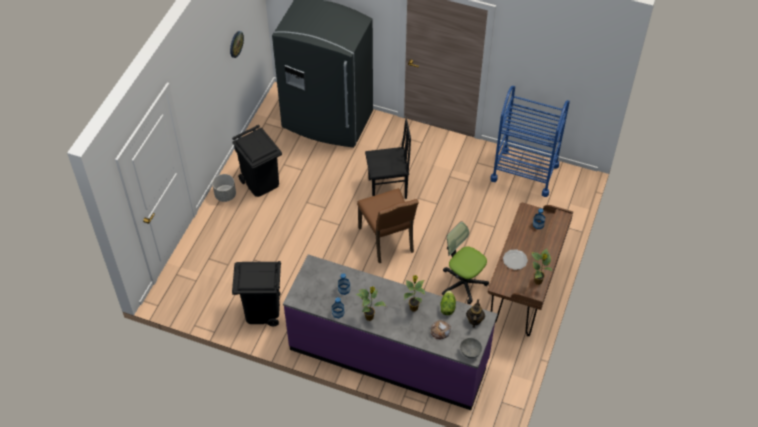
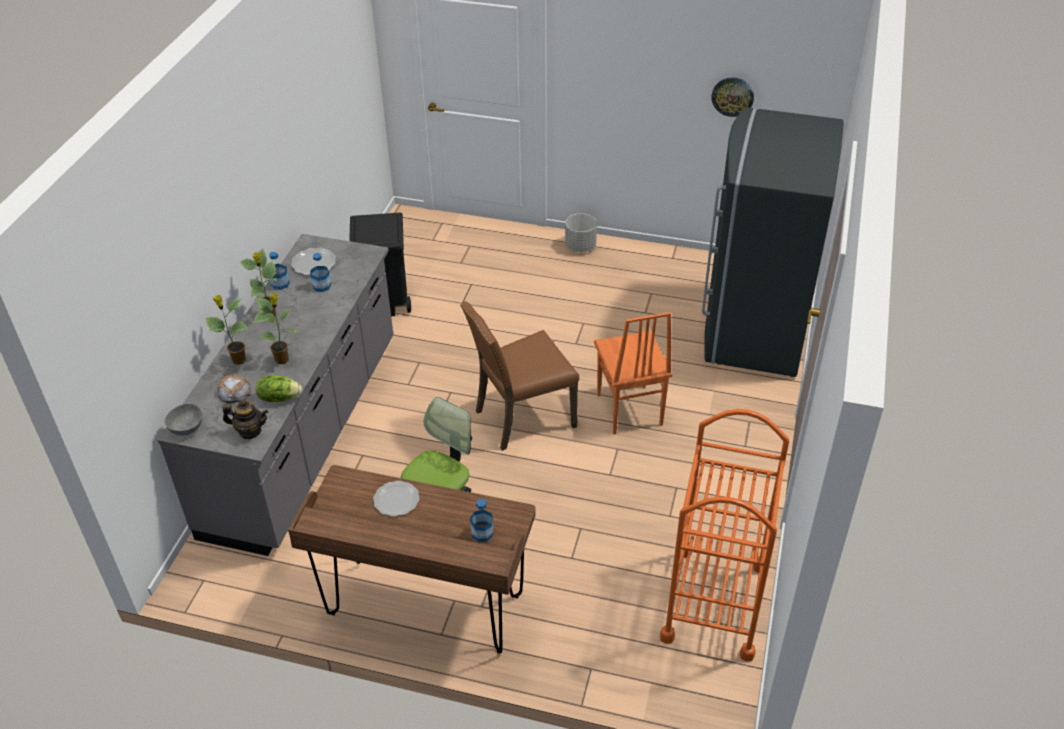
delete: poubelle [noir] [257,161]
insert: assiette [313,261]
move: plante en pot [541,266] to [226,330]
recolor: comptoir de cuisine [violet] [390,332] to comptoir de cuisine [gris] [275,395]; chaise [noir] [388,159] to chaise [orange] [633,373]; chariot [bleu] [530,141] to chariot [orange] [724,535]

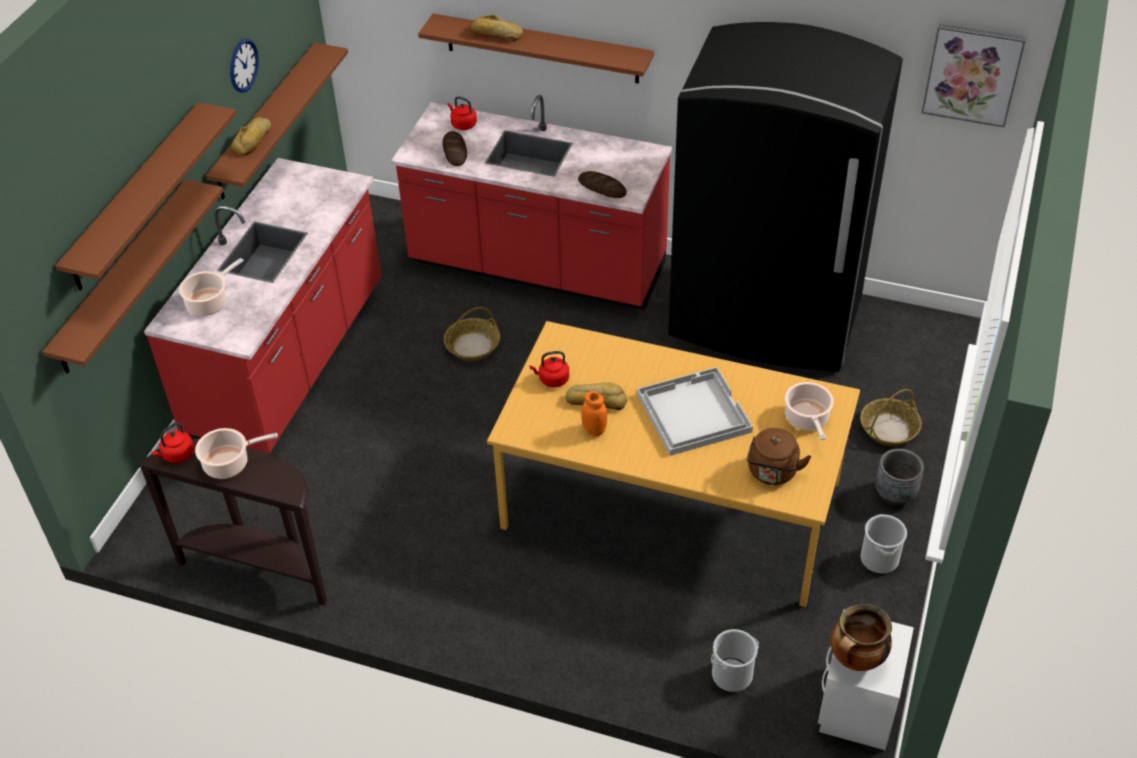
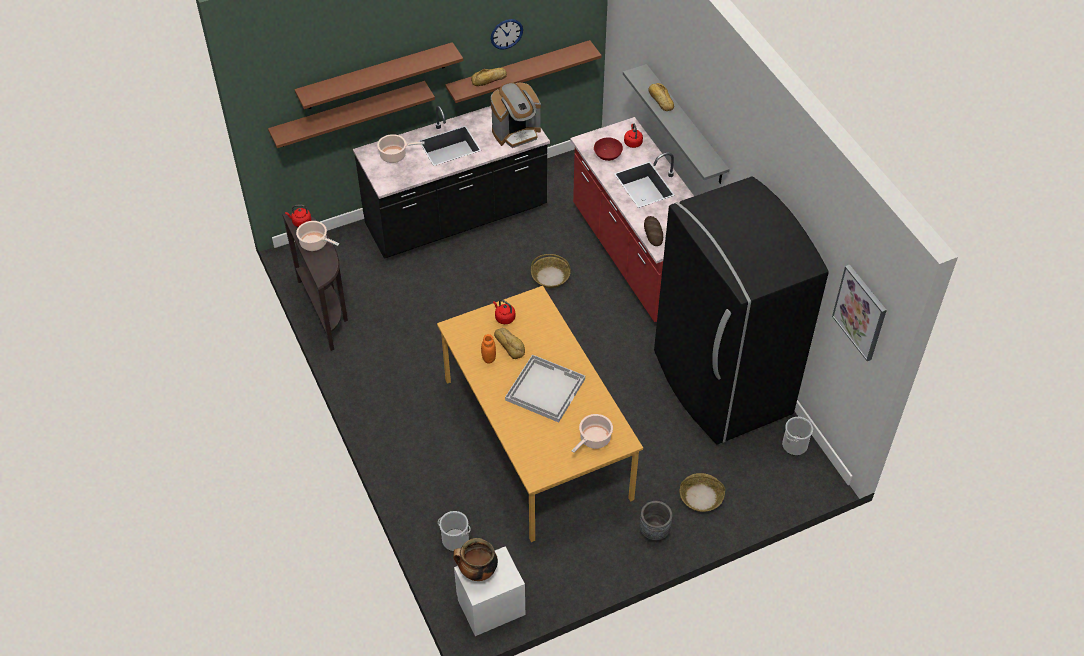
delete: bouilloire [marron] [779,456]
insert: machine à café [516,115]
move: seau [884,544] to [797,436]
replace: pain [454,148] to bol [rouge] [608,149]
recolor: comptoir de cuisine [rouge] [262,305] to comptoir de cuisine [noir] [451,182]; étagère [marron] [536,49] to étagère [gris] [676,124]

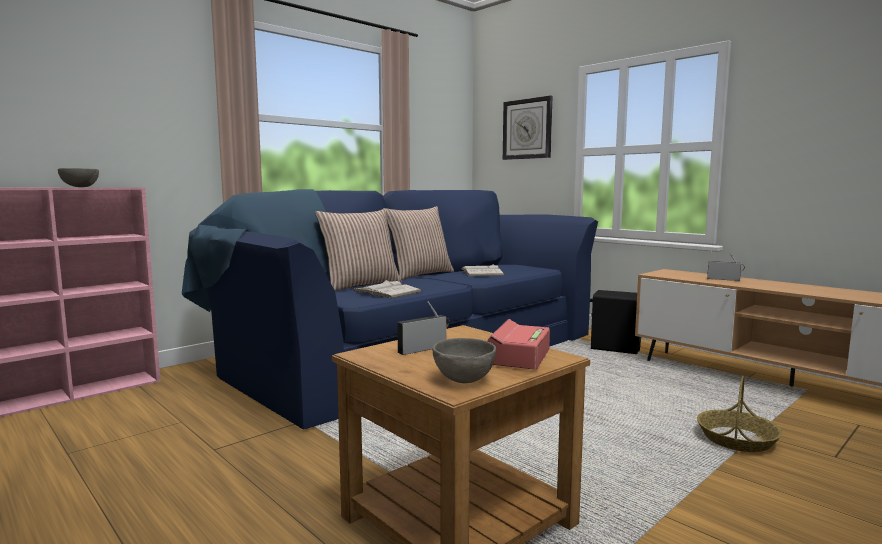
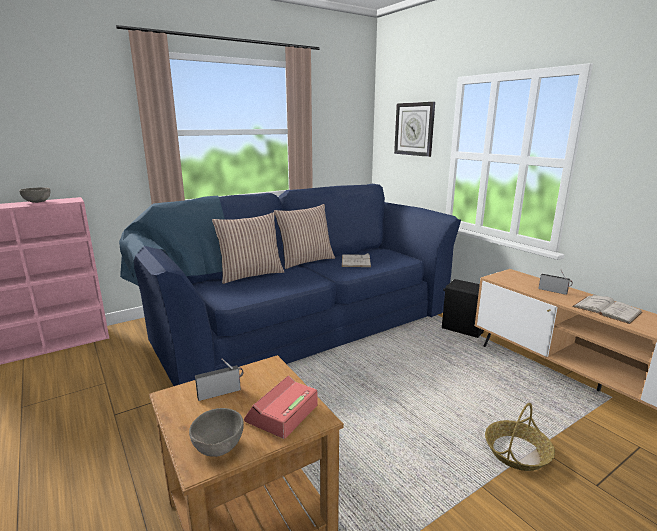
move: livre [blanc] [387,289] to [607,309]

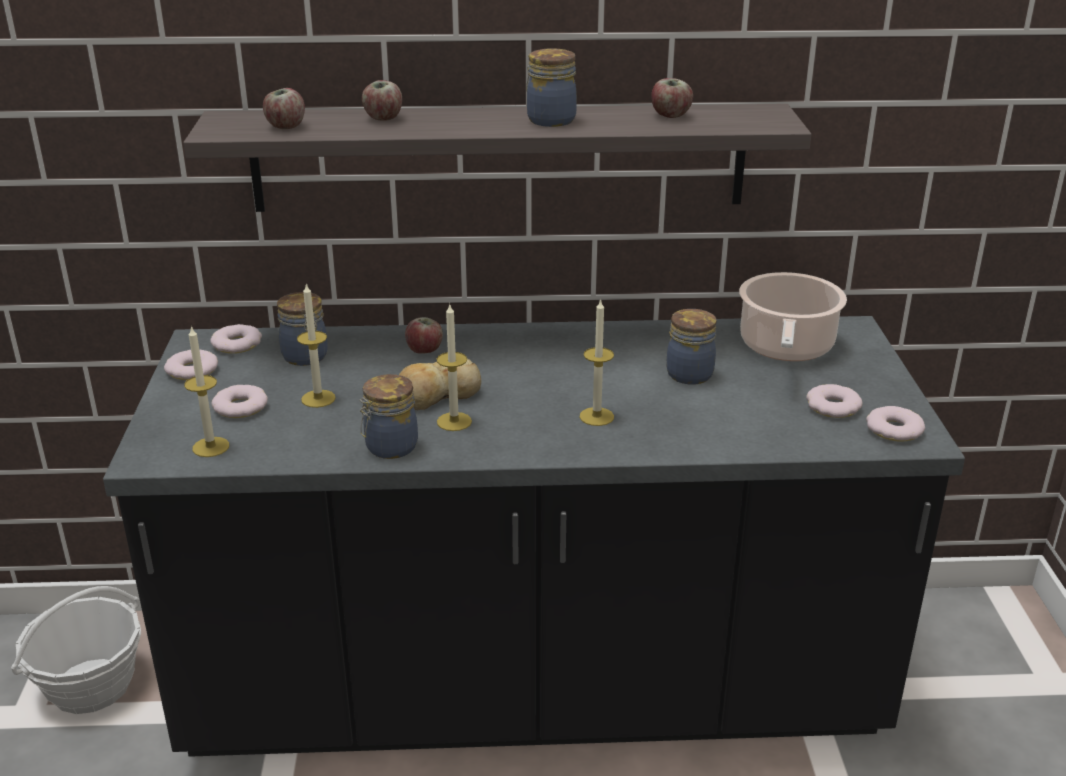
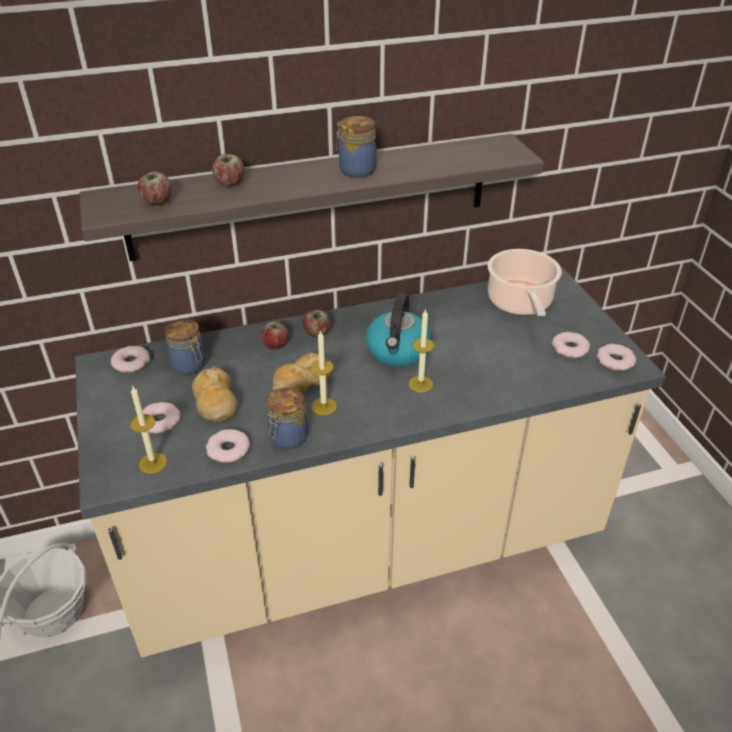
delete: bocal [691,347]
insert: bouilloire [399,330]
move: beignet [191,364] to [228,446]; pomme [672,98] to [317,323]
replace: bougie [316,345] to pain [215,394]
recolor: comptoir de cuisine [noir] [534,536] to comptoir de cuisine [beige] [370,462]

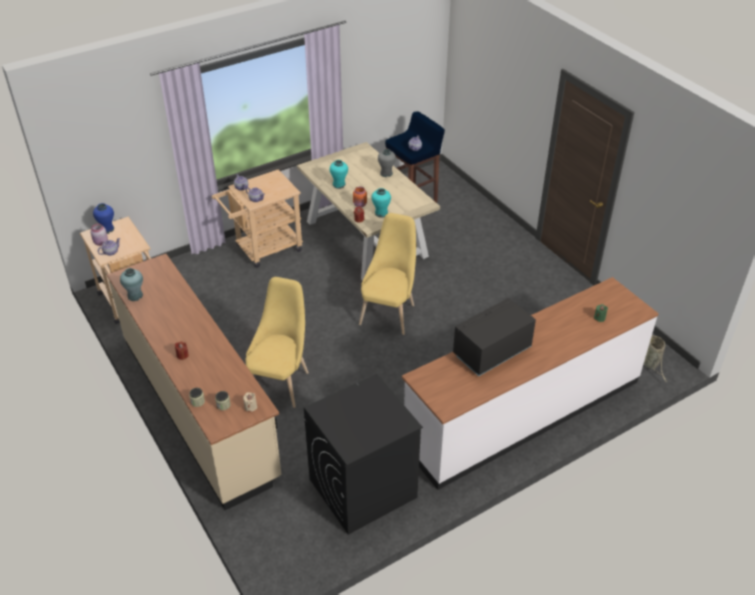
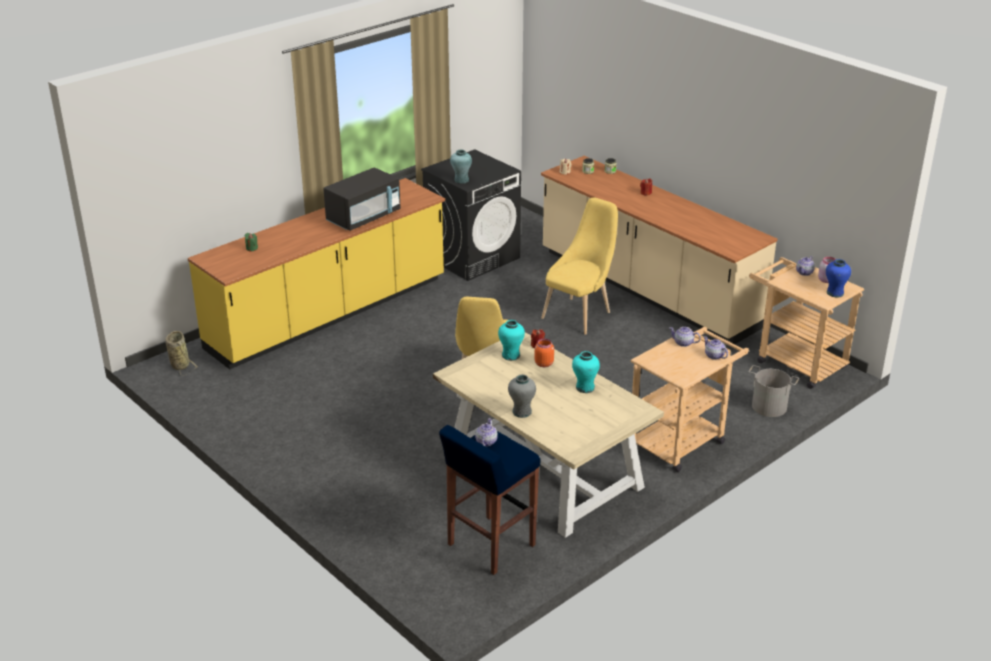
insert: seau [gris] [773,391]
move: vase [turquoise] [131,284] to [461,167]
recolor: comptoir de cuisine [blanc] [530,383] to comptoir de cuisine [jaune] [316,273]
rotate: chaise [jaune] [277,342] = [579,266] 150 degrees counterclockwise

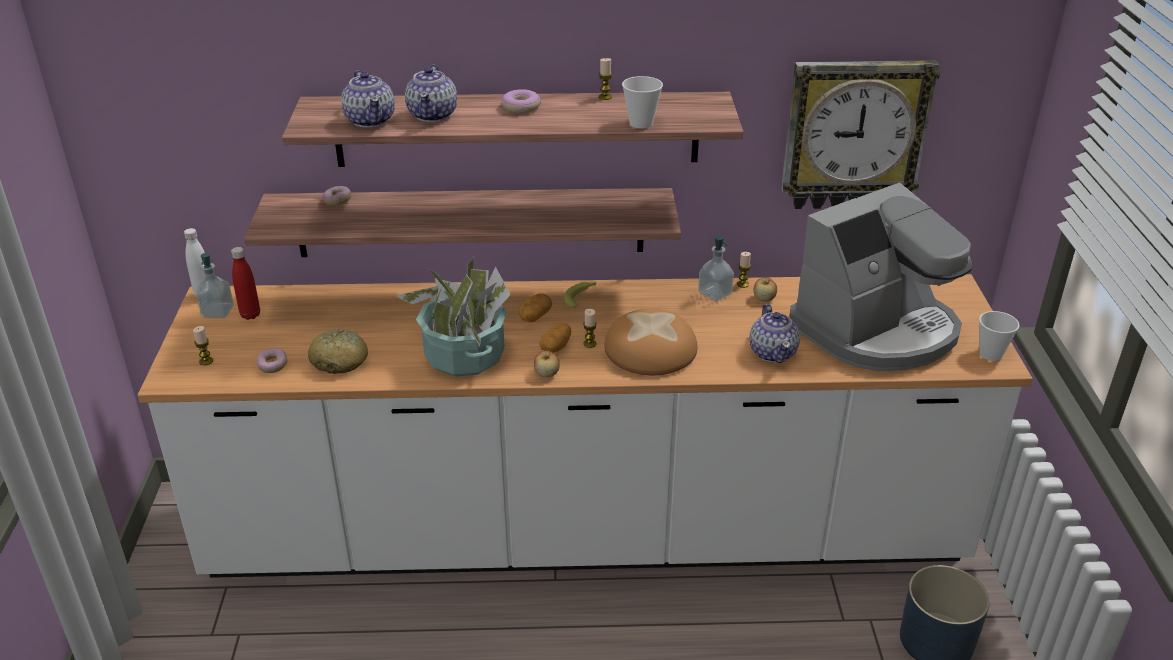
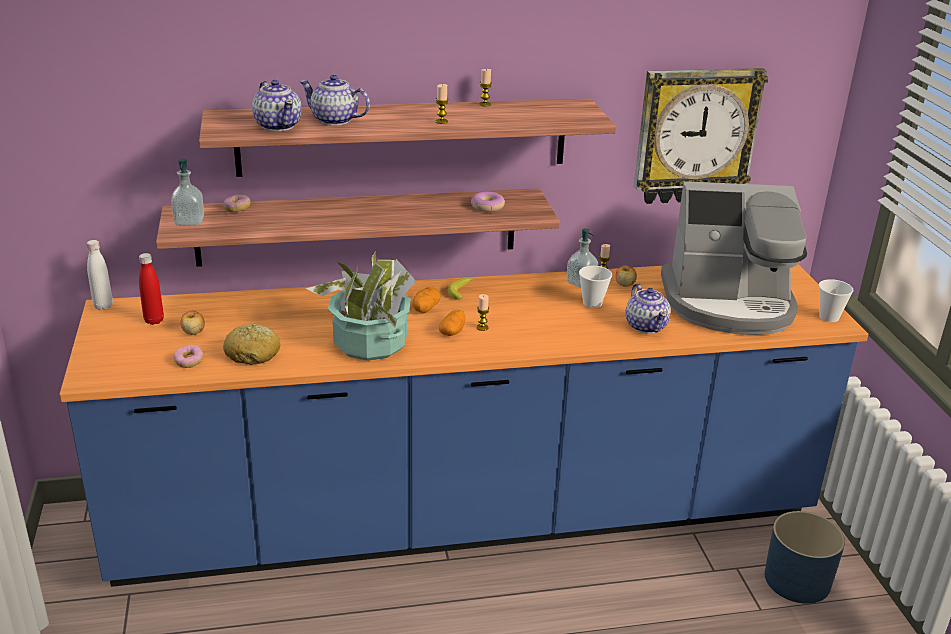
delete: pain [651,342]
move: bougie [203,345] to [441,104]; distributeur de savon [215,285] to [187,192]; beignet [521,101] to [488,202]; pomme [547,364] to [193,323]; tasse [642,102] to [595,287]
recolor: comptoir de cuisine [blanc] [585,426] to comptoir de cuisine [bleu] [464,425]
rotate: théière [431,93] = [334,100] 120 degrees clockwise; machine à café [880,276] = [734,258] 45 degrees clockwise

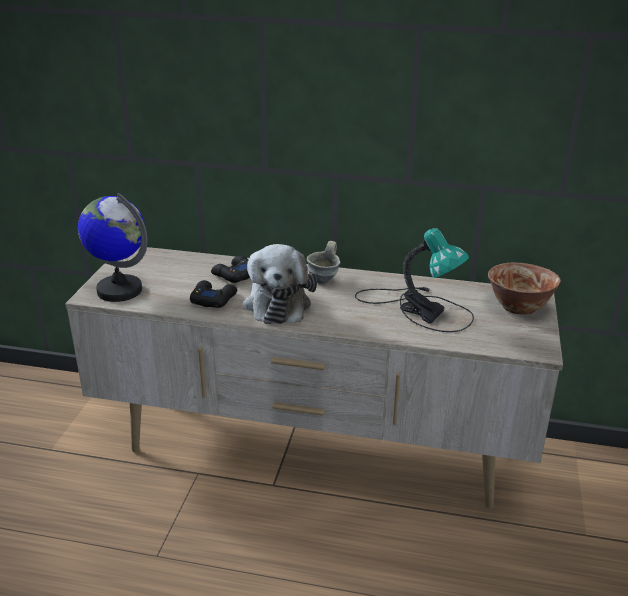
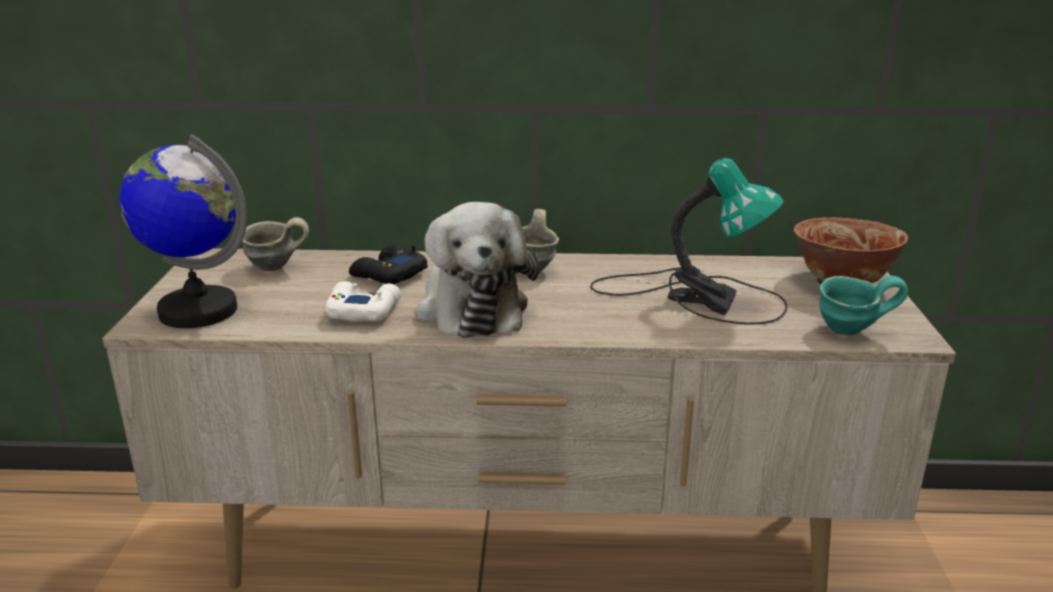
insert: mug [gris] [275,244]; mug [turquoise] [863,305]
recolor: manette [noir] [213,294] to manette [blanc] [363,301]

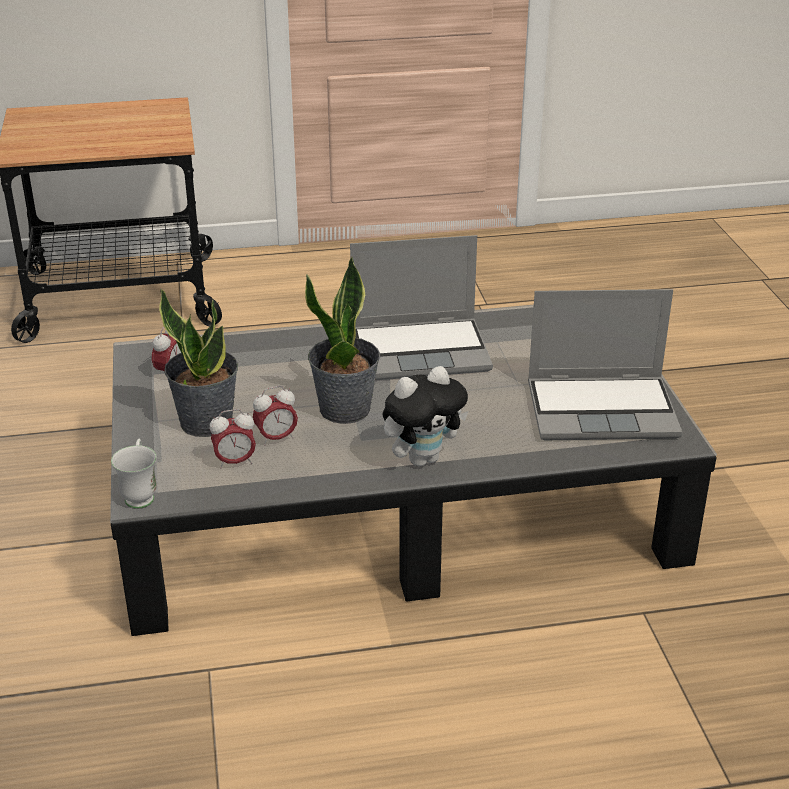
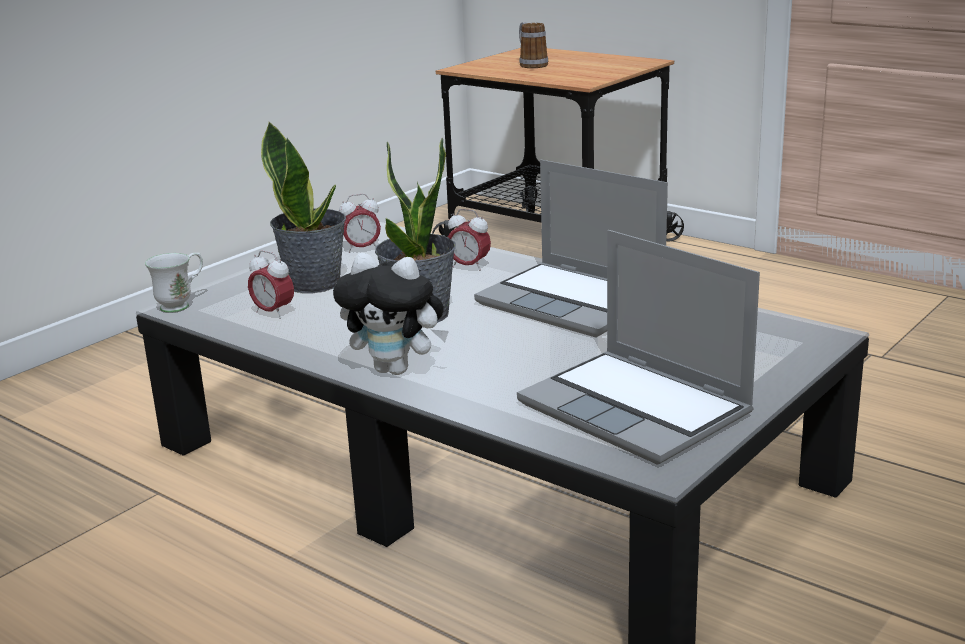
insert: mug [533,45]
move: réveil [275,416] to [469,240]

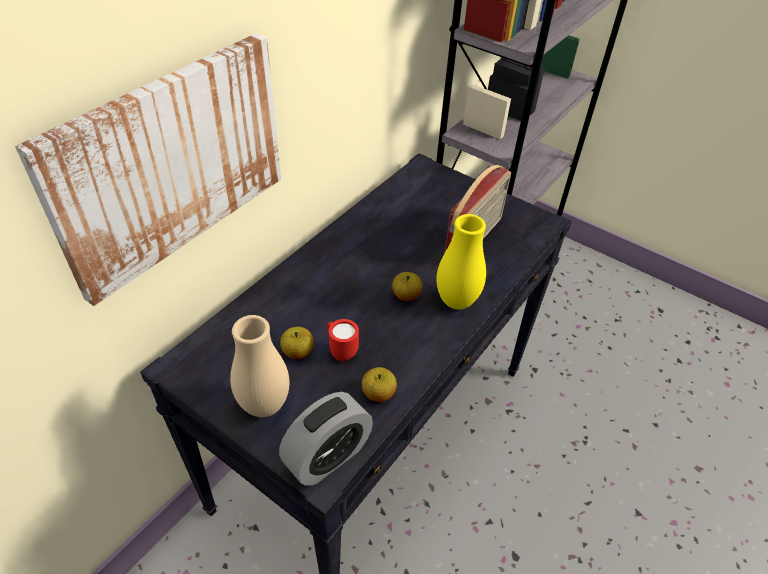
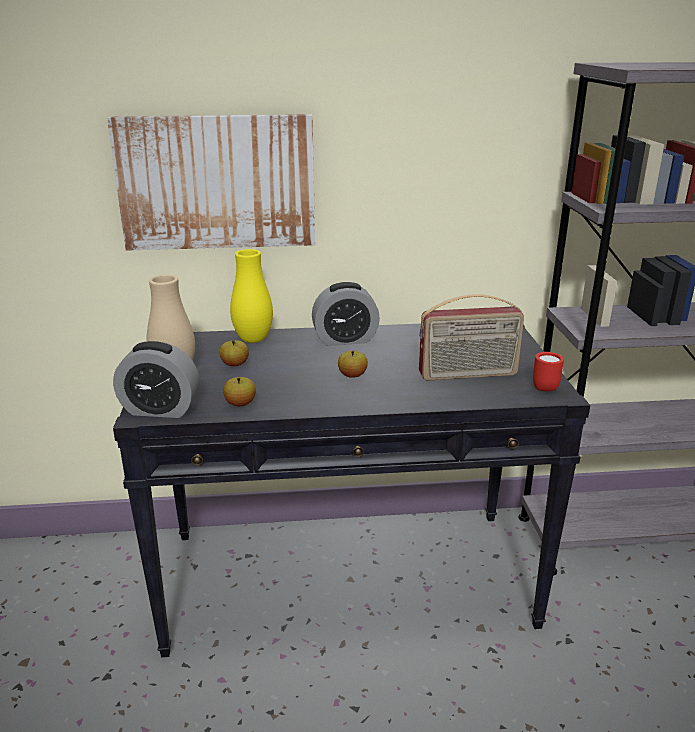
insert: réveil [346,314]
move: mug [rouge] [343,340] to [548,371]; vase [jaune] [461,262] to [251,296]

